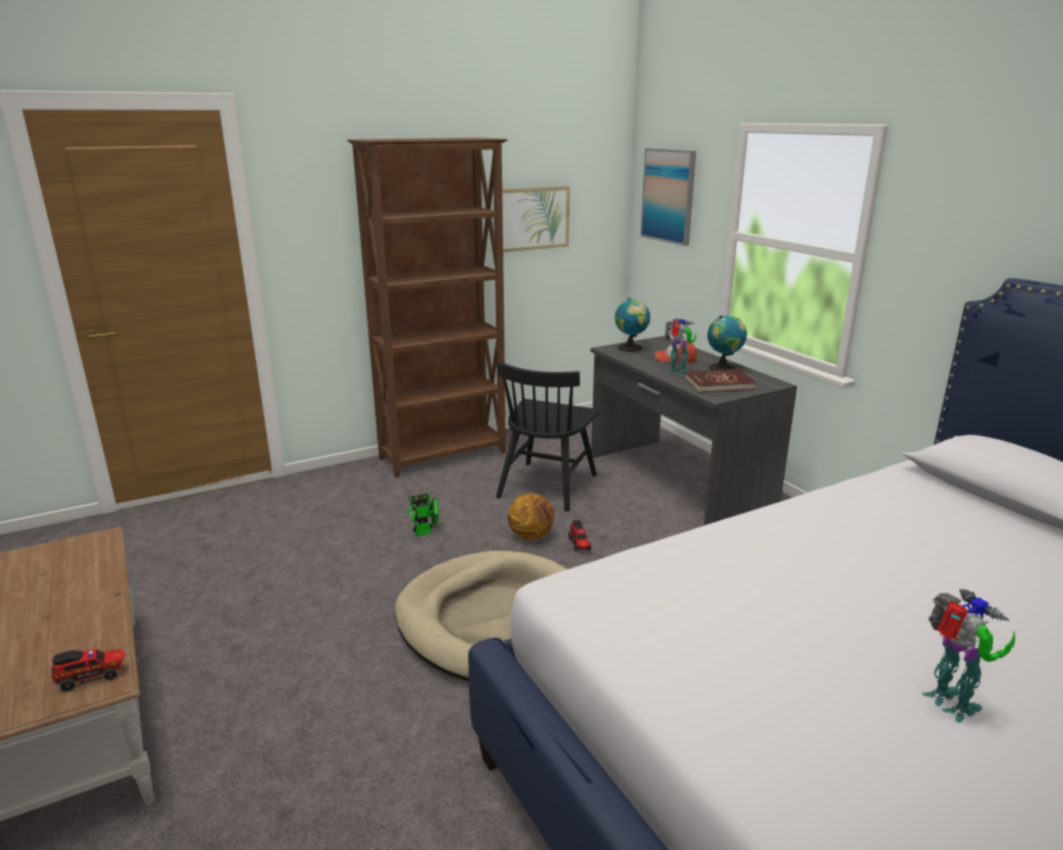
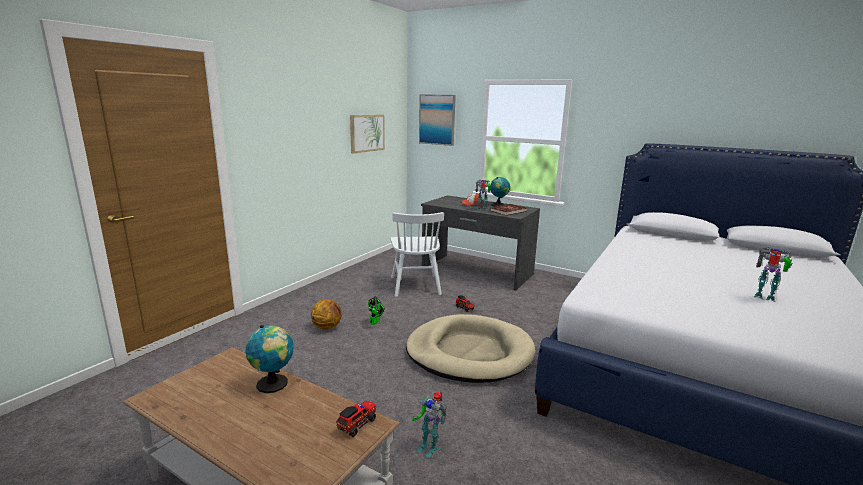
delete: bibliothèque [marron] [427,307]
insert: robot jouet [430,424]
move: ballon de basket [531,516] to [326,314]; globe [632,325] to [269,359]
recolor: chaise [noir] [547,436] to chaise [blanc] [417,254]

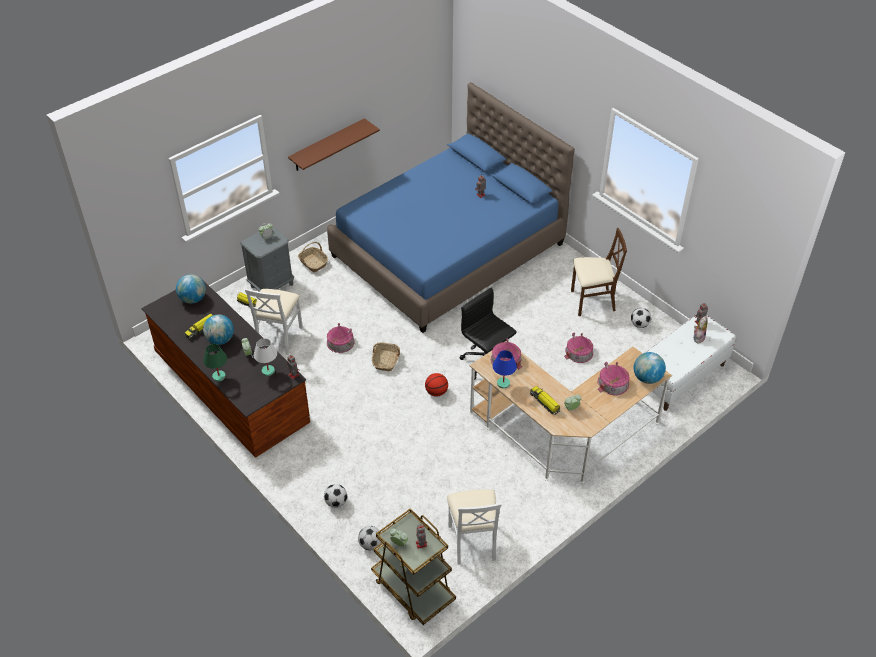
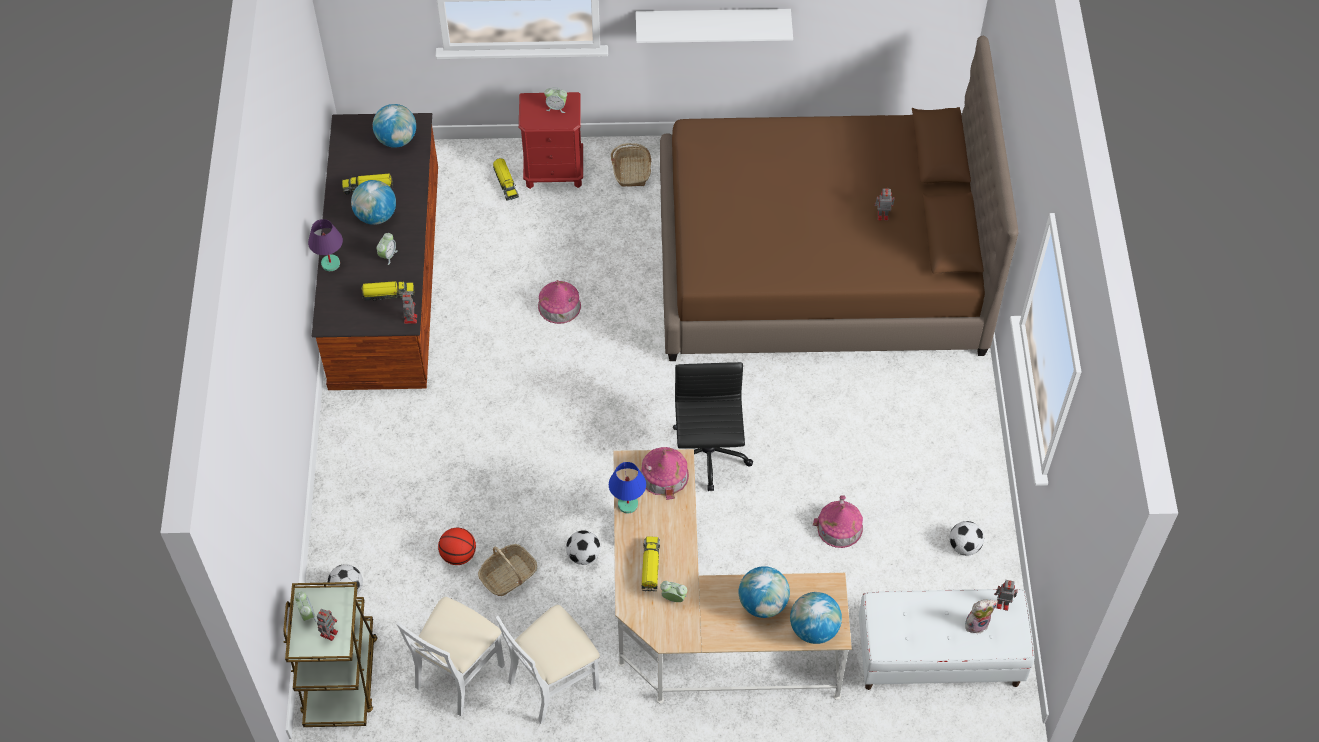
delete: chaise [marron] [599,272]
move: chaise [blanc] [274,322] to [548,664]; ballon de foot [335,496] to [583,547]; panier [386,356] to [507,570]; ballon de basket [436,385] to [457,546]
replace: lampe de table [blanc] [265,357] to camion jouet [387,290]; maison miniature [613,378] to globe [764,592]
recolor: lampe de table [vert] [215,363] to lampe de table [violet] [325,245]; table de chevet [gris] [267,259] to table de chevet [rouge] [551,140]; étagère [marron] [334,144] to étagère [blanc] [714,26]; lit [bleu] [451,207] to lit [marron] [839,198]

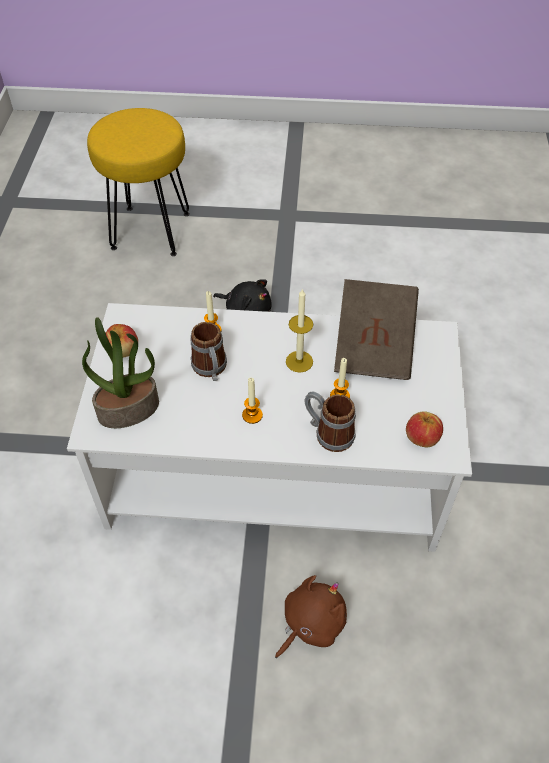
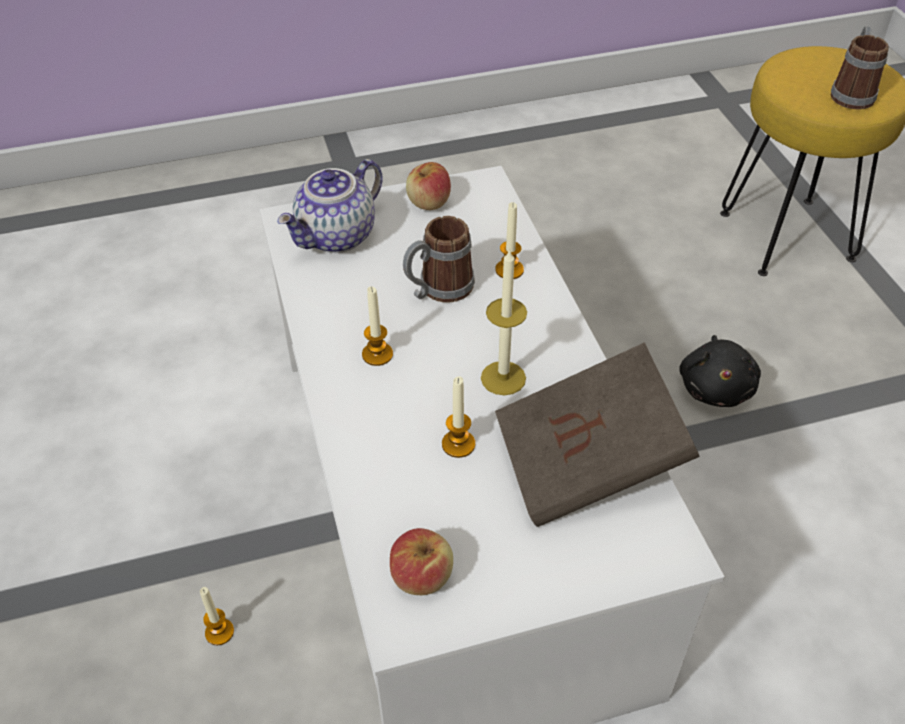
move: mug [330,421] to [860,68]
replace: plante en pot [120,372] to théière [330,206]; peluche [marron] [311,616] to bougie [217,616]

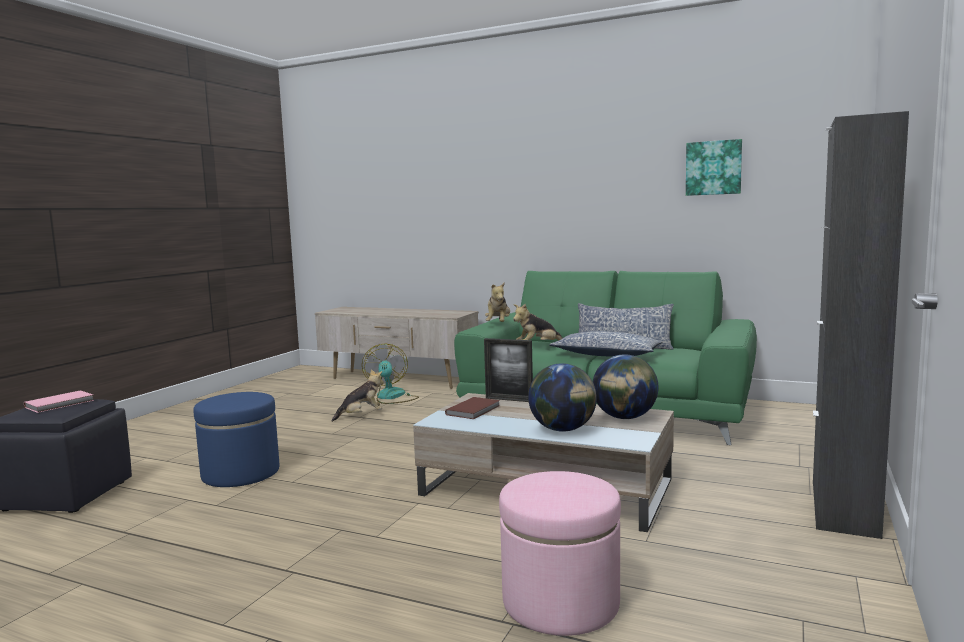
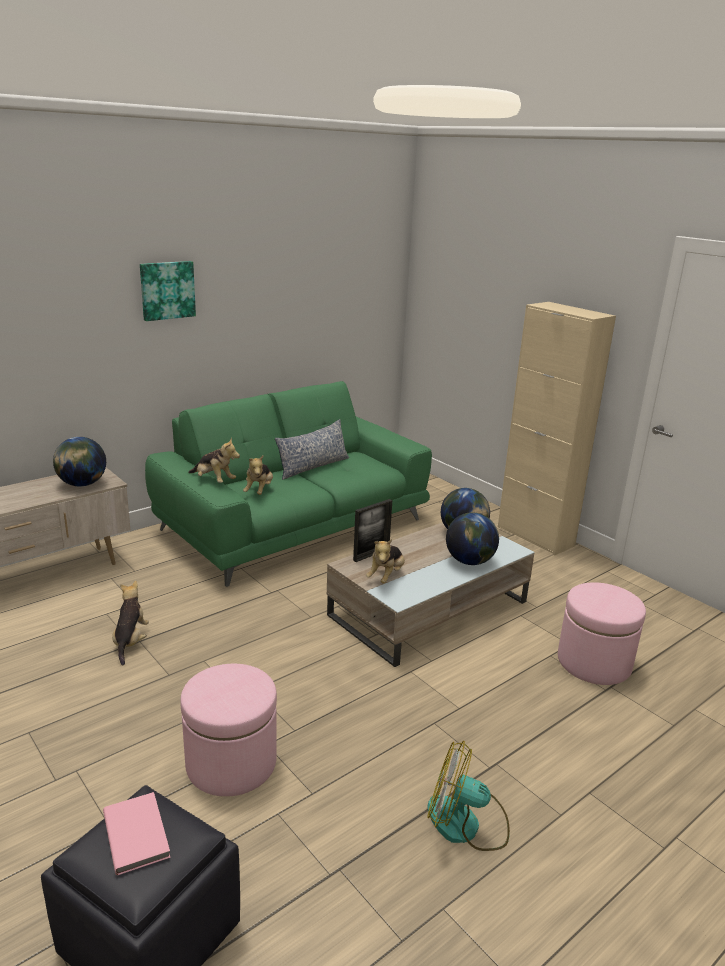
delete: coussin [605,344]
insert: globe [79,462]
move: ventilateur [390,374] to [469,796]; tableau [714,167] to [168,291]
replace: livre [marron] [472,408] to peluche [385,561]
recolor: pouf [bleu] [236,439] to pouf [rose] [228,730]; meuble de rangement [noir] [861,325] to meuble de rangement [beige] [557,429]

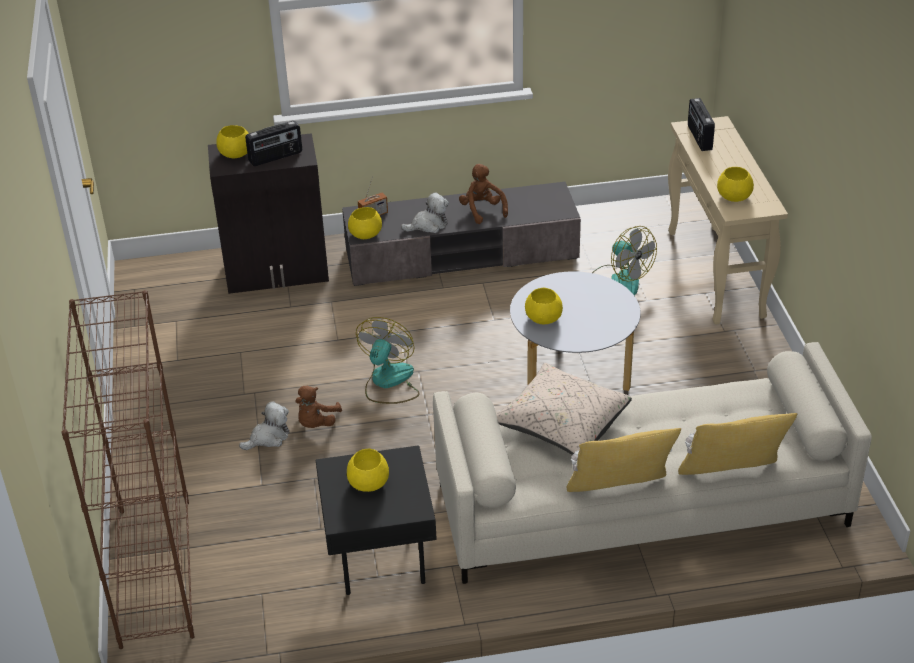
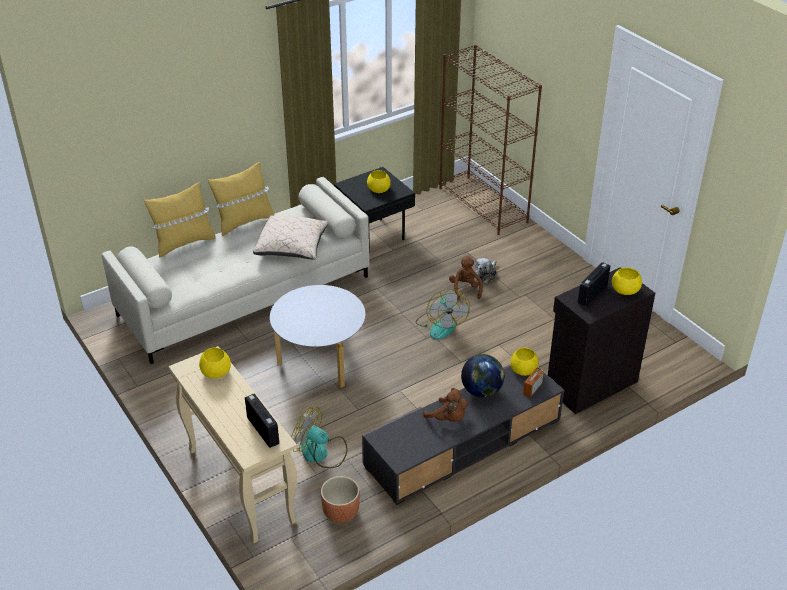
delete: bol [jaune] [544,306]
insert: cache-pot [marron] [340,499]
replace: peluche [425,212] to globe [482,376]

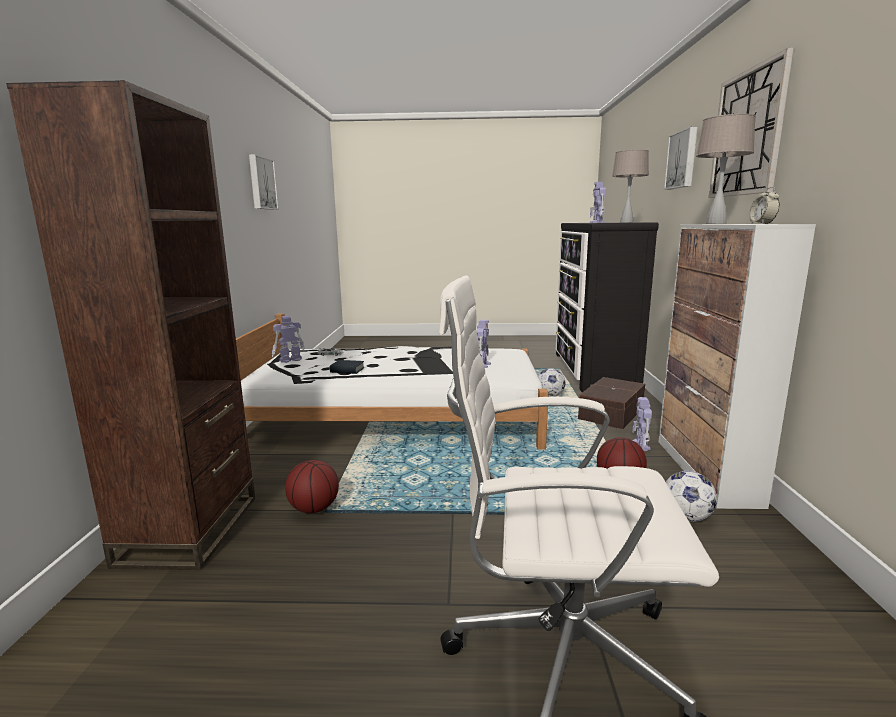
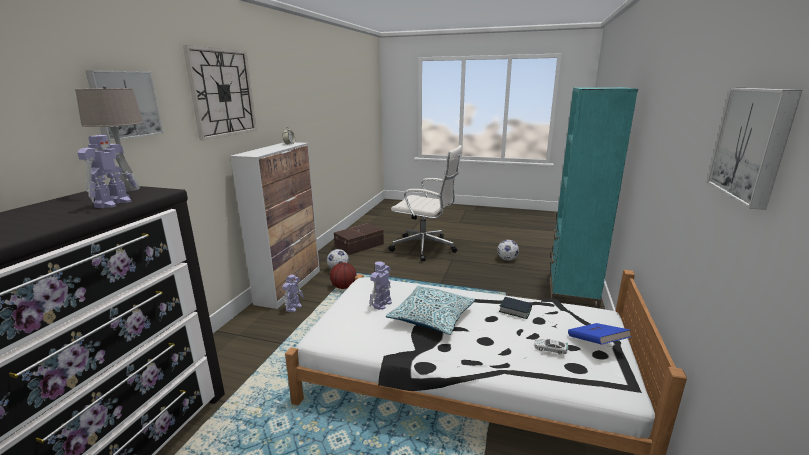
delete: ballon de basket [312,486]; lampe de table [beige] [726,169]
insert: coussin [430,310]
move: ballon de foot [551,382] to [508,250]; boîte de rangement [marron] [611,403] to [359,239]
replace: robot jouet [288,339] to livre [bleu] [599,334]
recolor: bibliothèque [marron] [130,325] to bibliothèque [turquoise] [593,198]

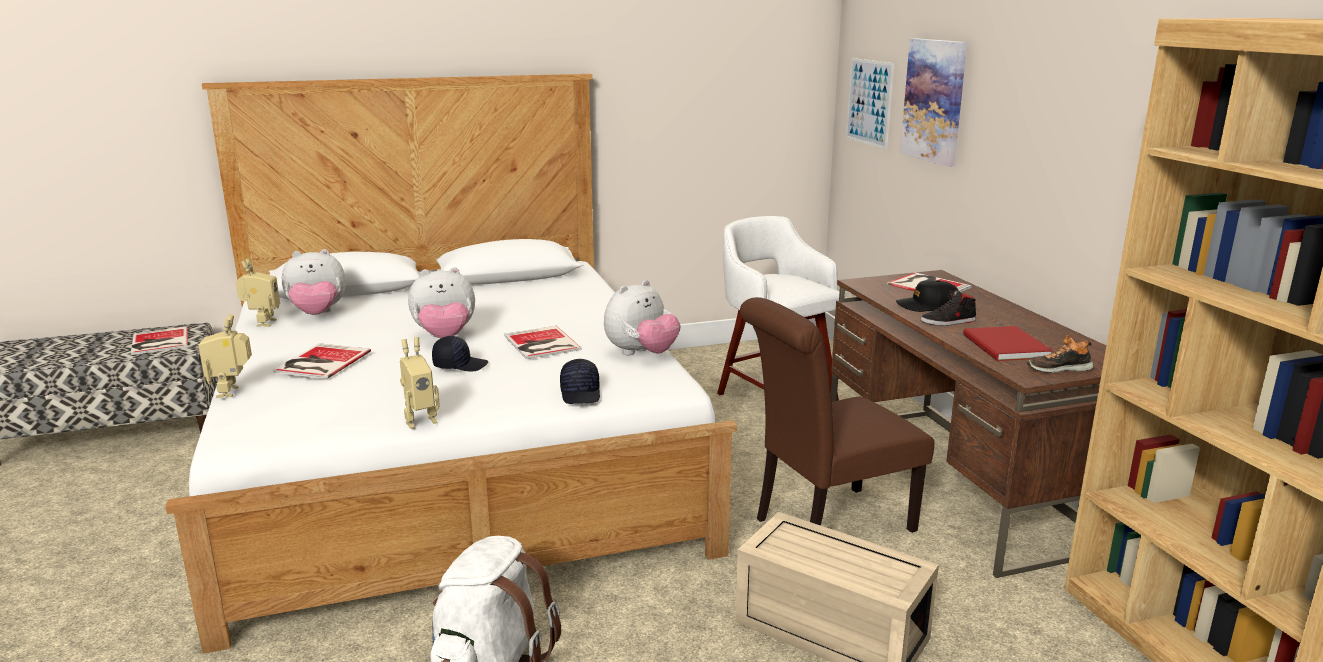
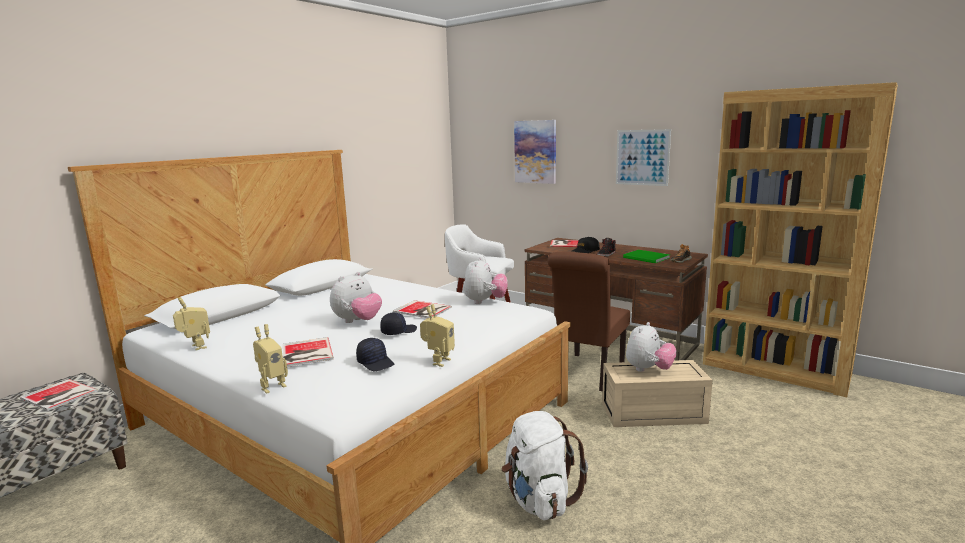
move: peluche [314,282] to [651,347]; casquette [noir] [580,381] to [375,354]; tableau [870,103] to [643,157]
recolor: livre [rouge] [1008,343] to livre [vert] [646,256]
rotate: robot jouet [225,356] = [270,359] 90 degrees counterclockwise

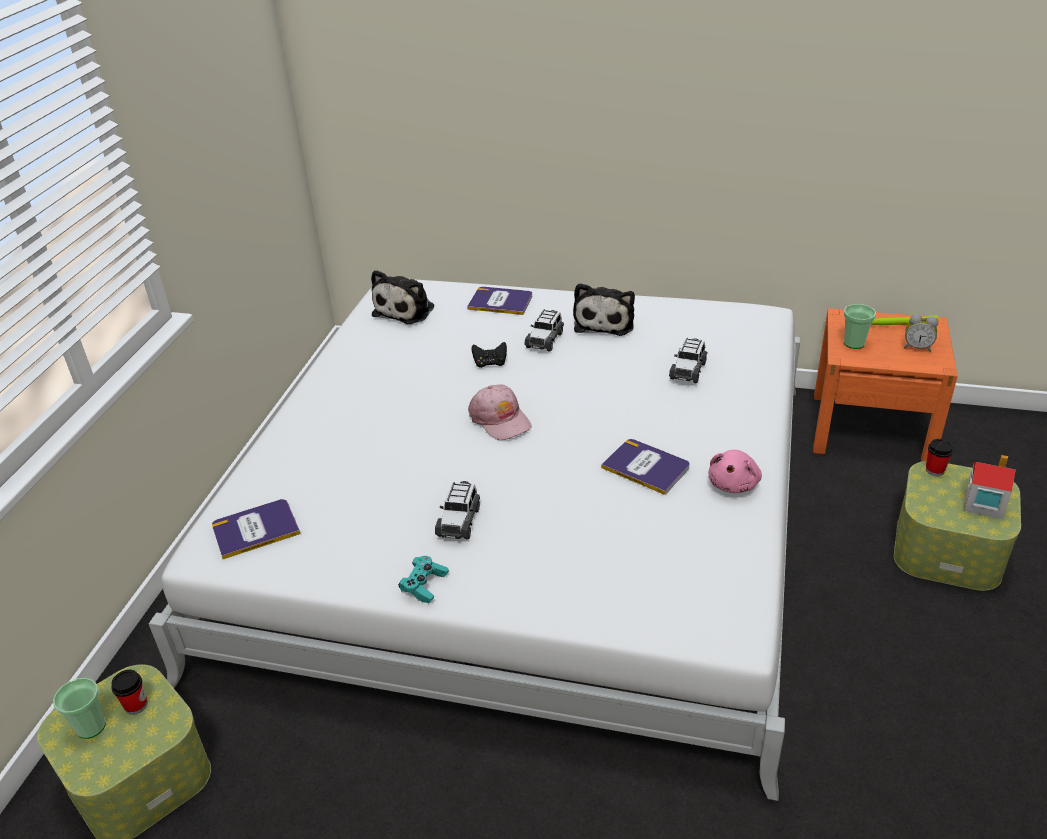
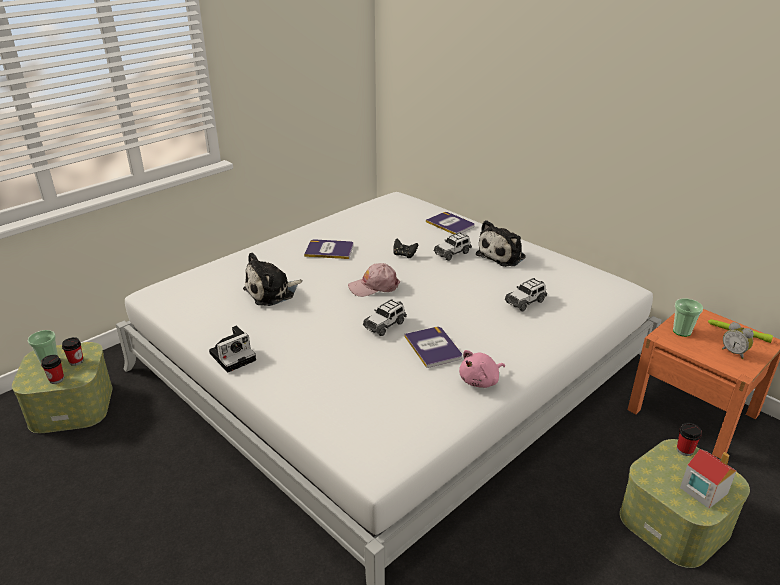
insert: tasse [52,369]
move: livre [256,529] to [329,249]; peluche [402,297] to [273,279]; petite voiture [457,510] to [385,317]
replace: manette [turquoise] [423,579] to appareil photo [232,349]
rotate: casquette [rose] [500,413] = [374,280] 75 degrees clockwise

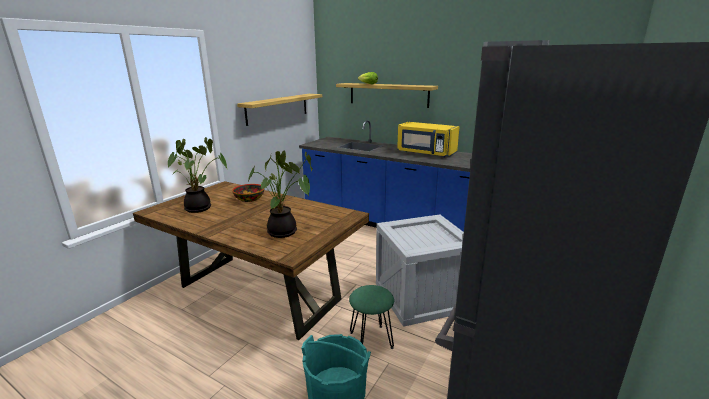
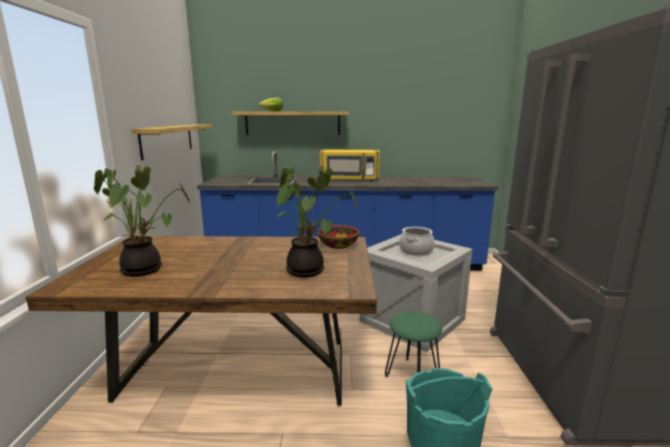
insert: marmite [417,241]
move: bol [248,193] to [338,237]

